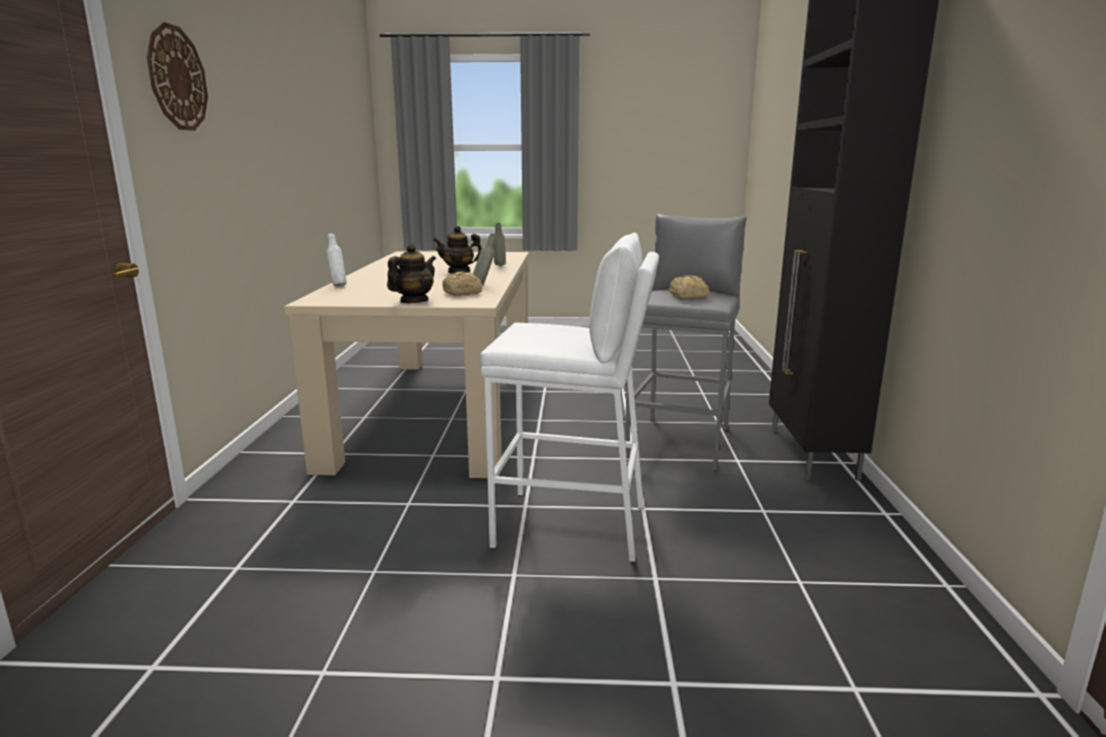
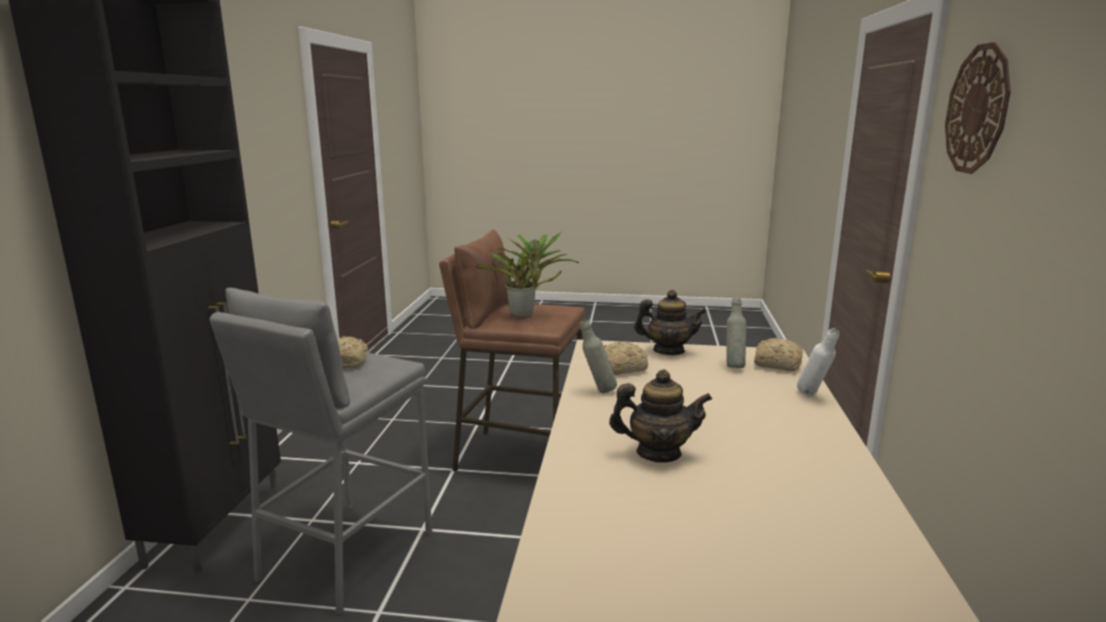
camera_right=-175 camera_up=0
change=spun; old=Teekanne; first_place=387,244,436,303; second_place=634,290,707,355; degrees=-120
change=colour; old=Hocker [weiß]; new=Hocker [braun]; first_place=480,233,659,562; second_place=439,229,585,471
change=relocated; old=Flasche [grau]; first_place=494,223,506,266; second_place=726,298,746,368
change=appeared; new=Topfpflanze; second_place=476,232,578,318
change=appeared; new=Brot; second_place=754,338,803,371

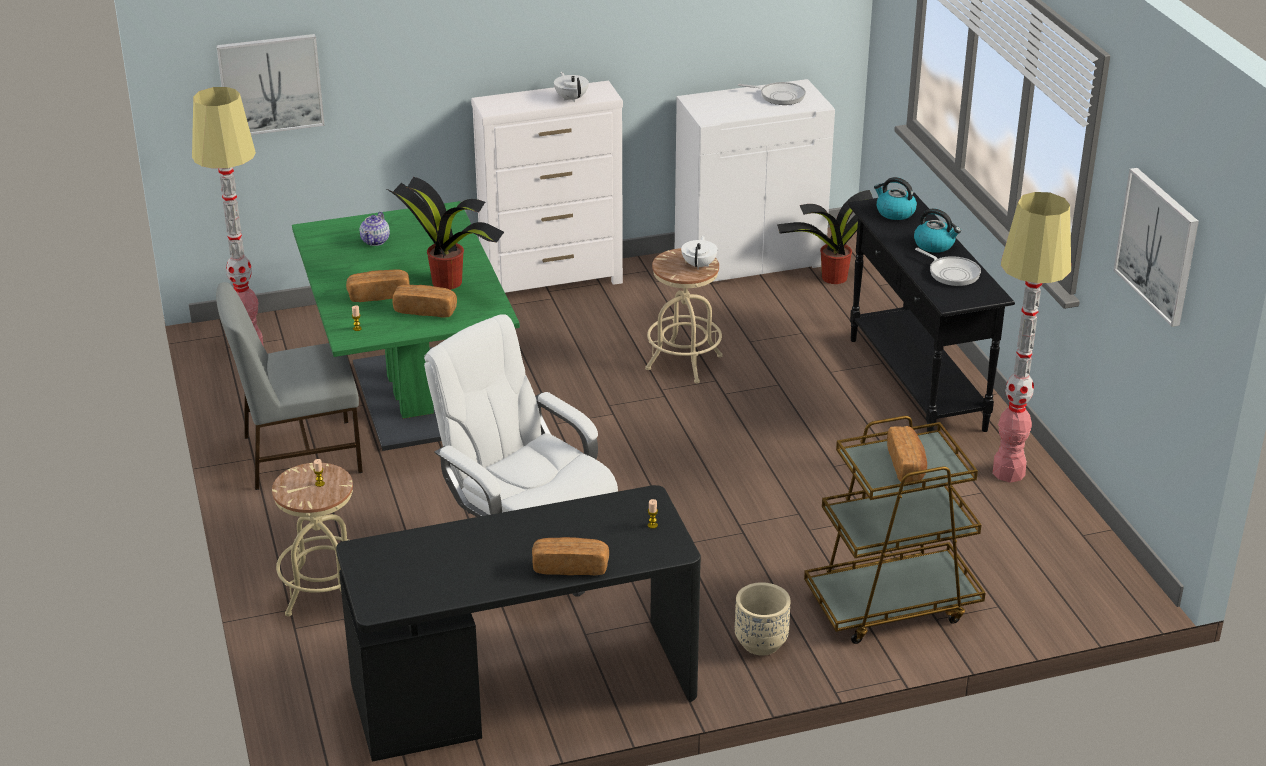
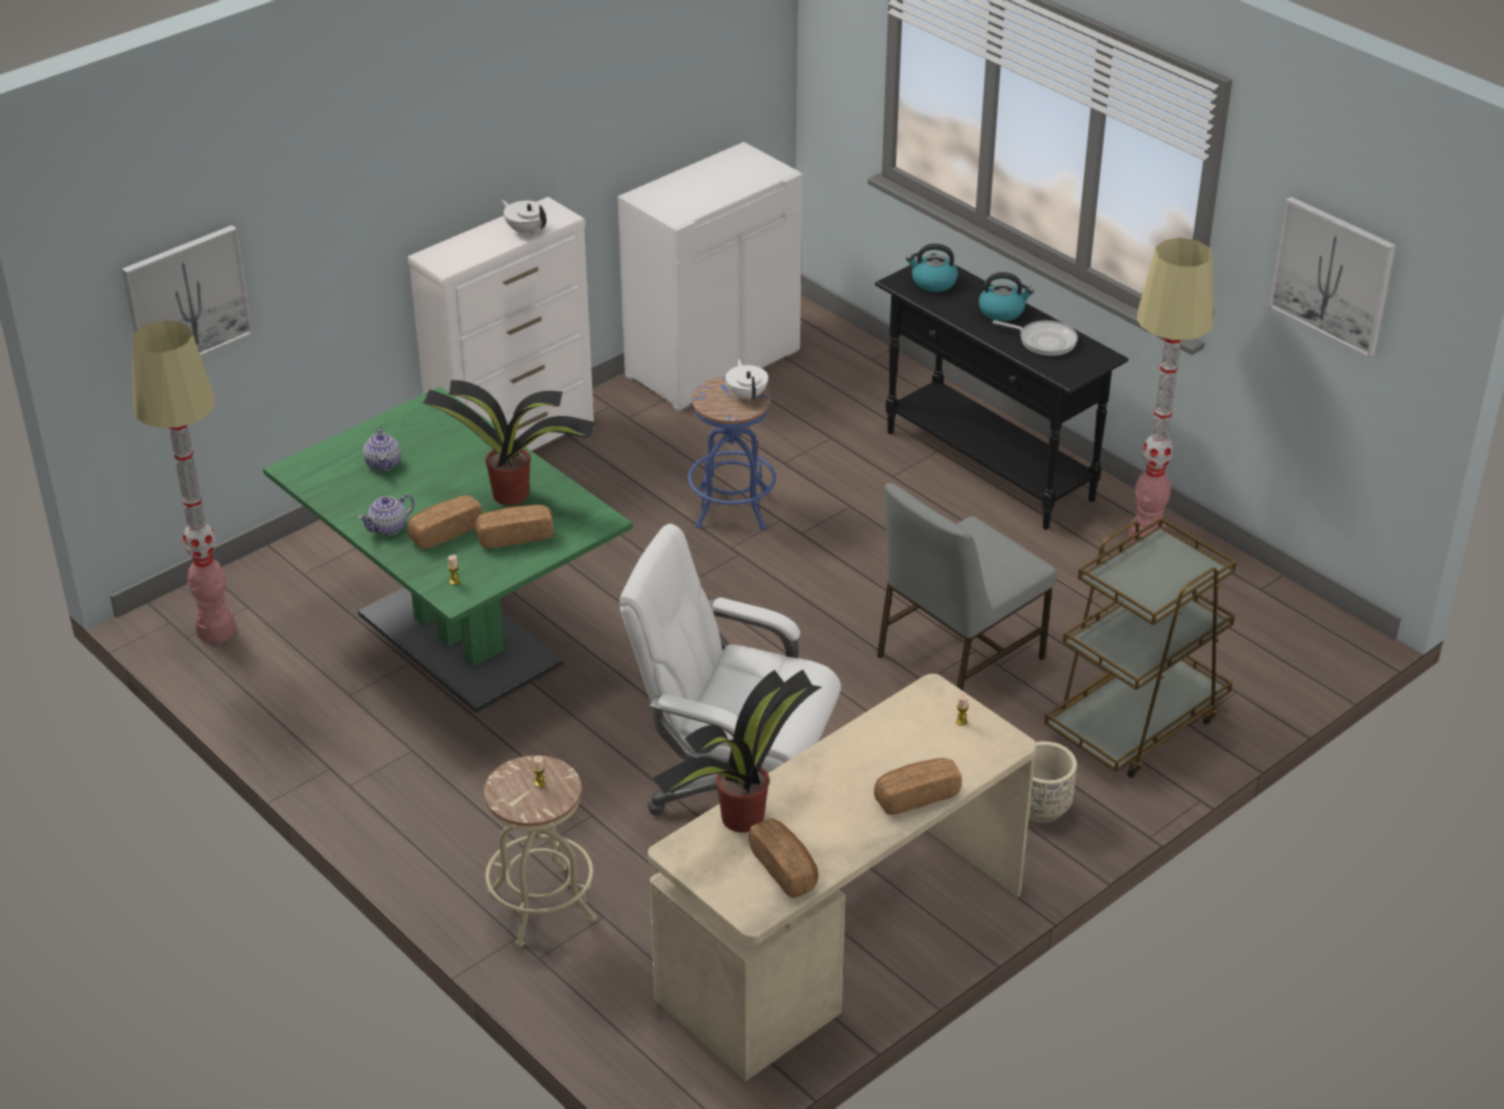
camera_right=-25 camera_up=5
change=relocated; old=Stuhl [grau]; first_place=216,282,363,490; second_place=877,483,1056,691
change=colour; old=Schreibtisch [schwarz]; new=Schreibtisch [beige]; first_place=336,485,701,762; second_place=648,674,1036,1081
change=colour; old=Hocker [beige]; new=Hocker [blau]; first_place=645,248,722,383; second_place=688,377,776,529
change=missing; old=Pfanne; first_place=738,82,806,105
change=relocated; old=Topfpflanze; first_place=777,190,873,284; second_place=653,670,822,833
change=relocated; old=Brot; first_place=887,426,927,483; second_place=749,818,818,898
change=appeared; new=Teekanne; second_place=358,494,414,536

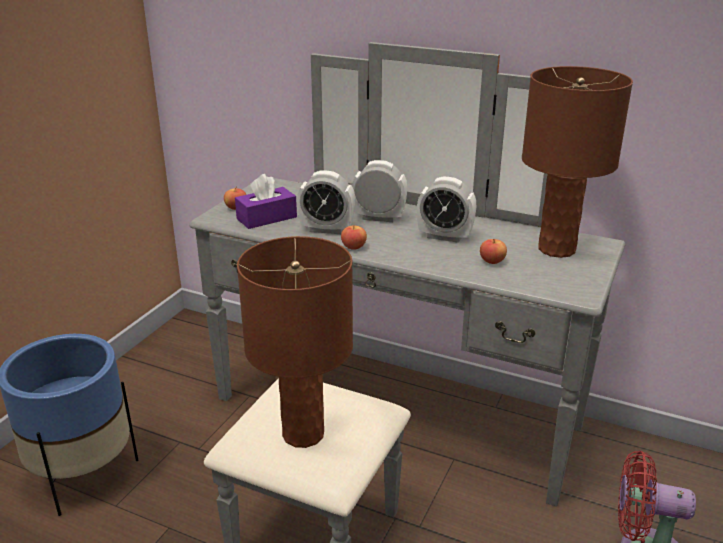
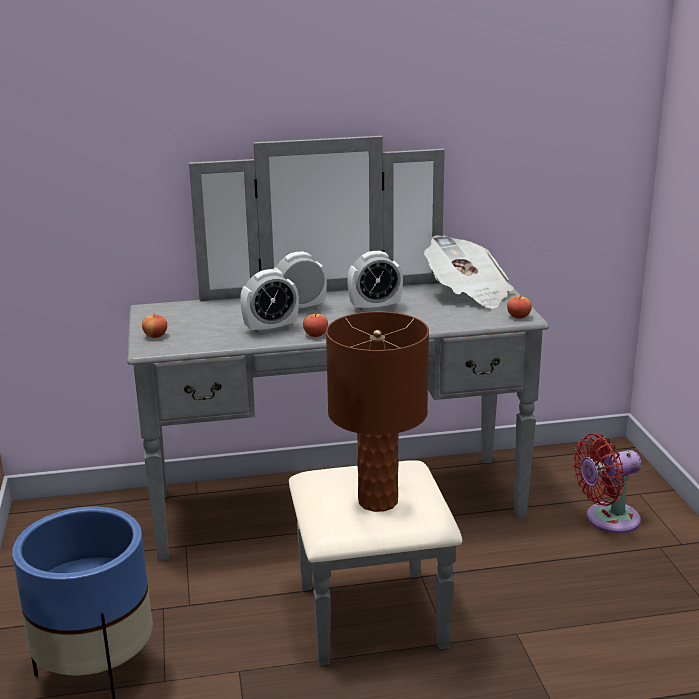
camera_right=-35 camera_up=-5
change=missing; old=Taschentuchbox [lila]; first_place=235,174,297,229
change=relocated; old=Apfel; first_place=480,239,507,264; second_place=507,295,532,319
change=exchanged; old=Tischlampe [braun]; new=Zeitung; first_place=522,66,633,258; second_place=424,235,514,309

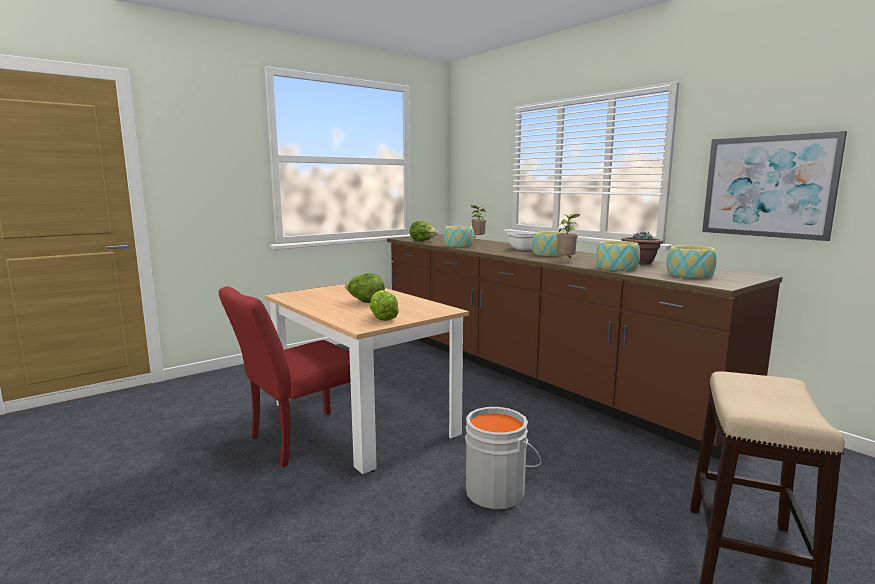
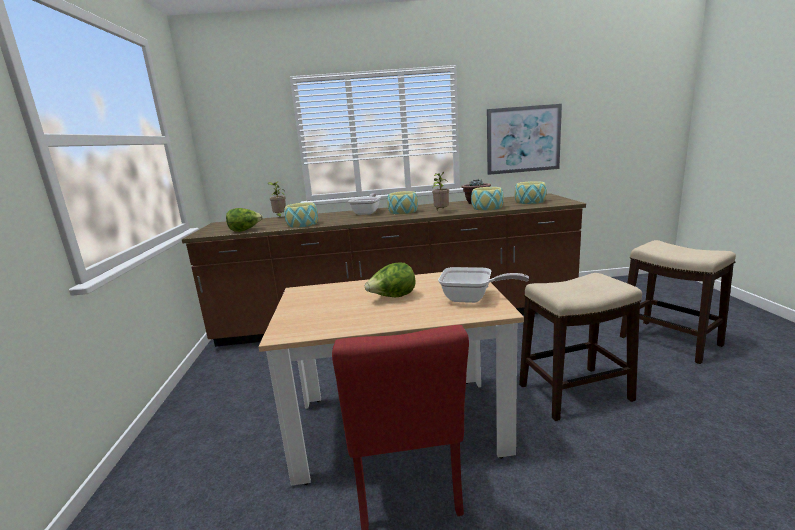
camera_right=-55 camera_up=5
change=exchanged; old=Salatkopf; new=Pfanne; first_place=370,290,399,321; second_place=438,267,529,303
change=exchanged; old=Eimer [grau]; new=Hocker; first_place=465,407,542,509; second_place=519,273,642,421

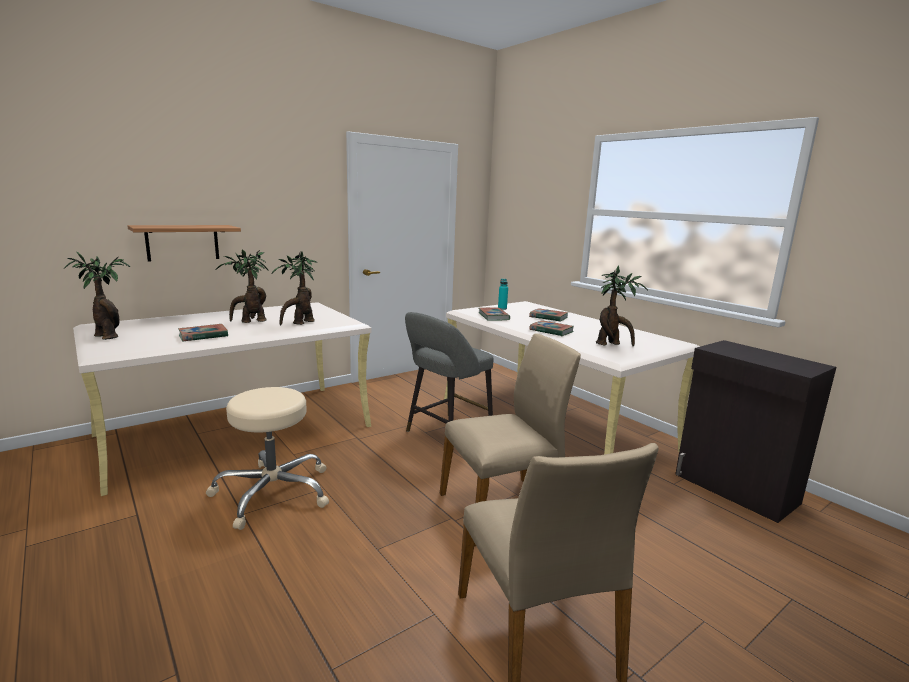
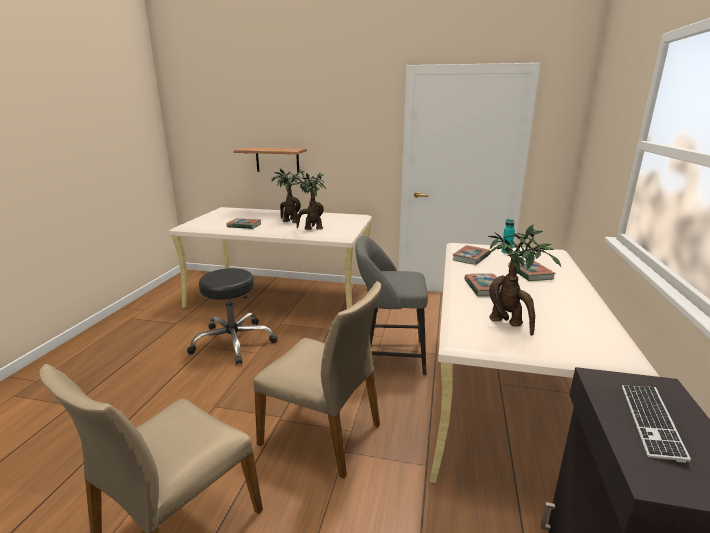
camera_right=50 camera_up=5
change=missing; old=Topfpflanze; first_place=64,252,130,340
change=colour; old=Hocker [beige]; new=Hocker [schwarz]; first_place=206,387,329,530; second_place=187,268,278,364
change=appeared; new=Tastatur; second_place=622,385,691,463

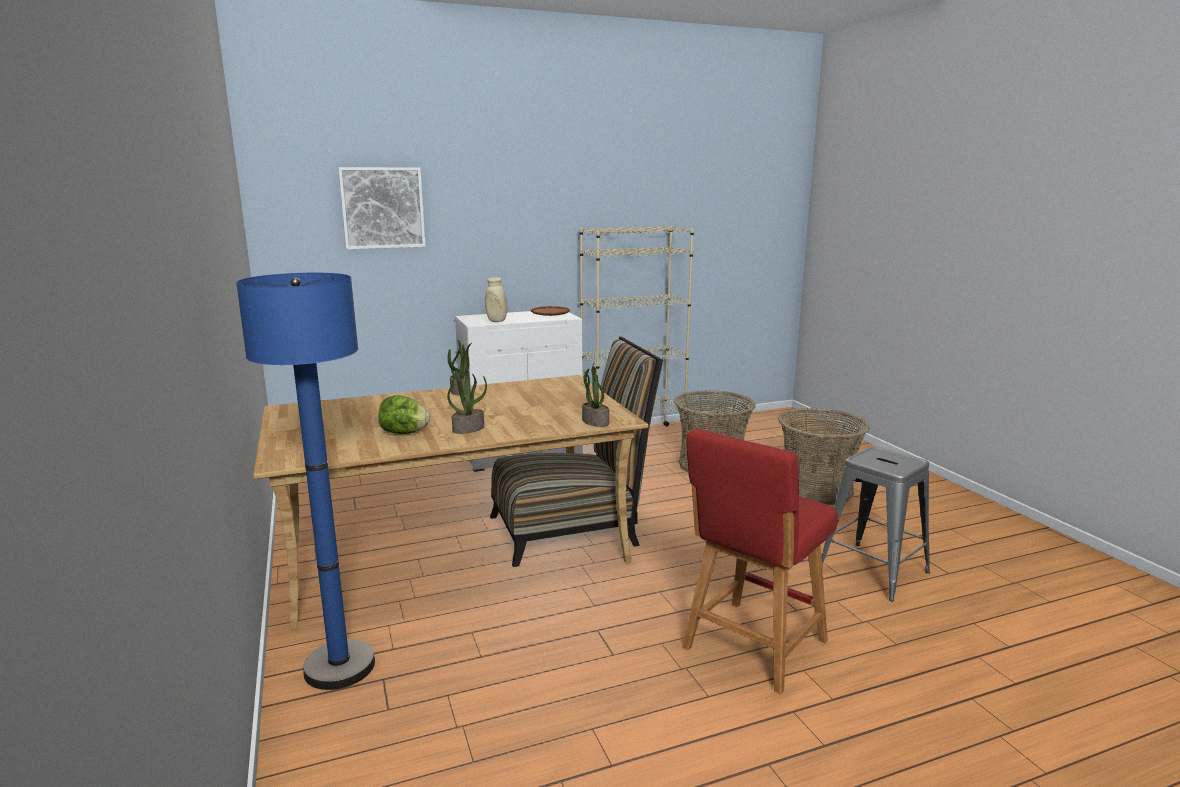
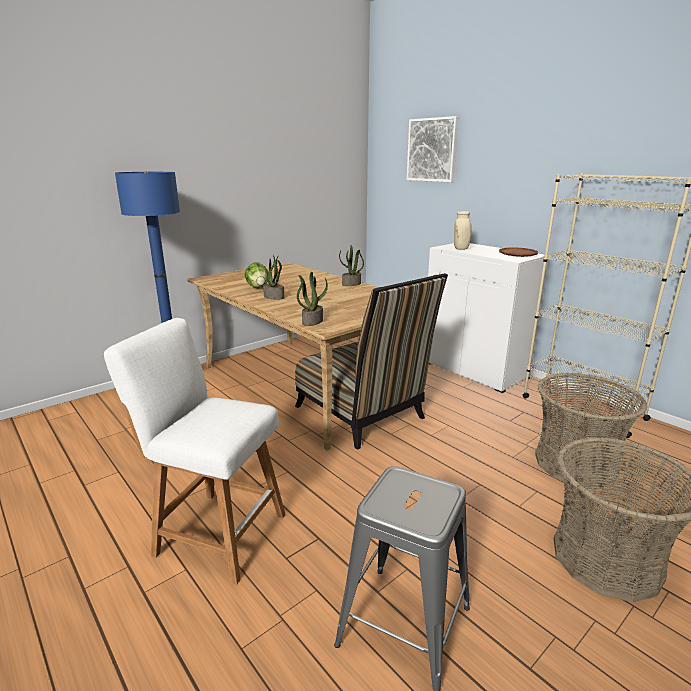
camera_right=70 camera_up=5
change=colour; old=Hocker [rot]; new=Hocker [weiß]; first_place=682,428,838,694; second_place=104,318,286,585

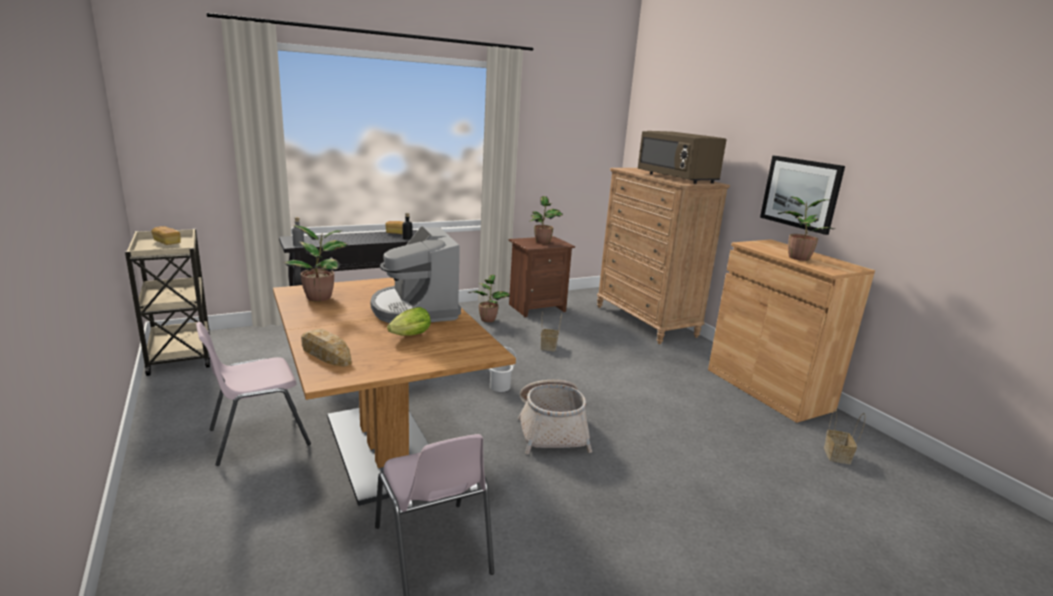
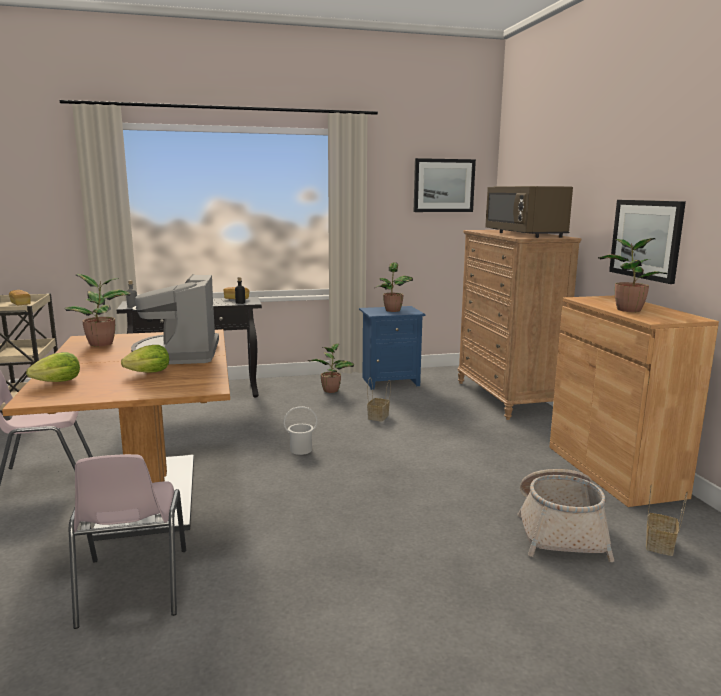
camera_right=15 camera_up=-5
change=exchanged; old=Brot; new=Salatkopf; first_place=301,329,352,367; second_place=26,352,80,382
change=colour; old=Nachttisch [braun]; new=Nachttisch [blau]; first_place=509,236,575,317; second_place=359,306,426,390
change=relocated; old=Korb; first_place=518,380,592,455; second_place=517,469,614,562
change=appeared; new=Bild; second_place=414,158,476,212

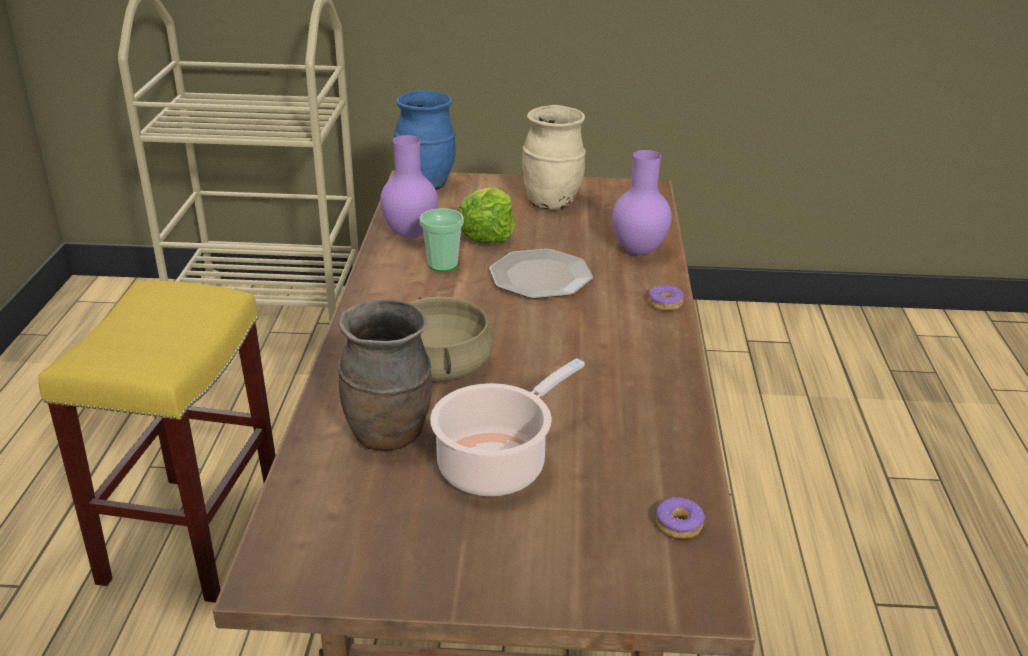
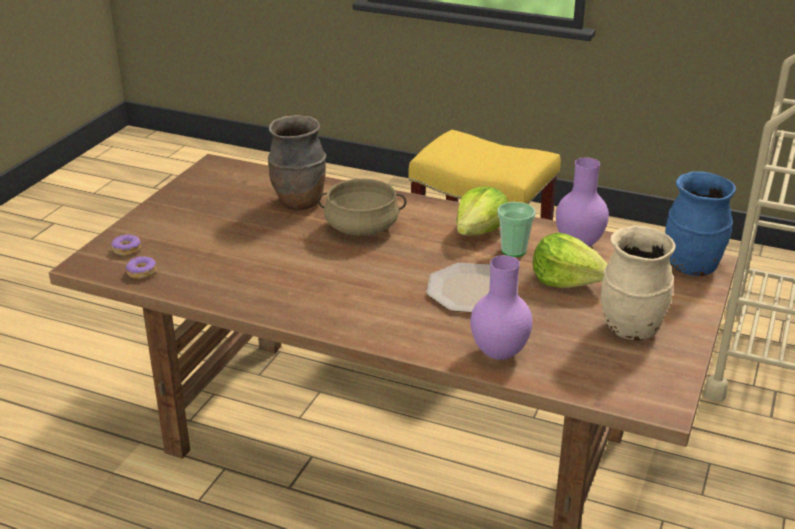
camera_right=110 camera_up=0
change=missing; old=Kochtopf; first_place=430,358,585,496
change=relocated; old=Donut; first_place=649,285,684,311; second_place=111,234,141,256
change=appeared; new=Salatkopf; second_place=456,187,508,236

